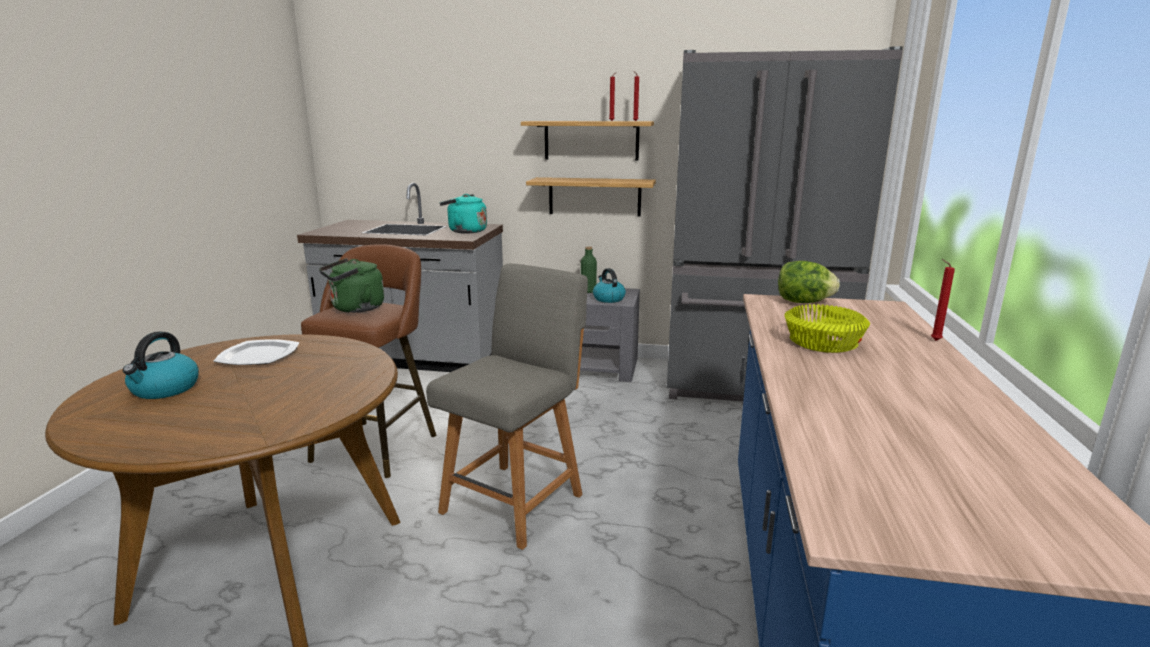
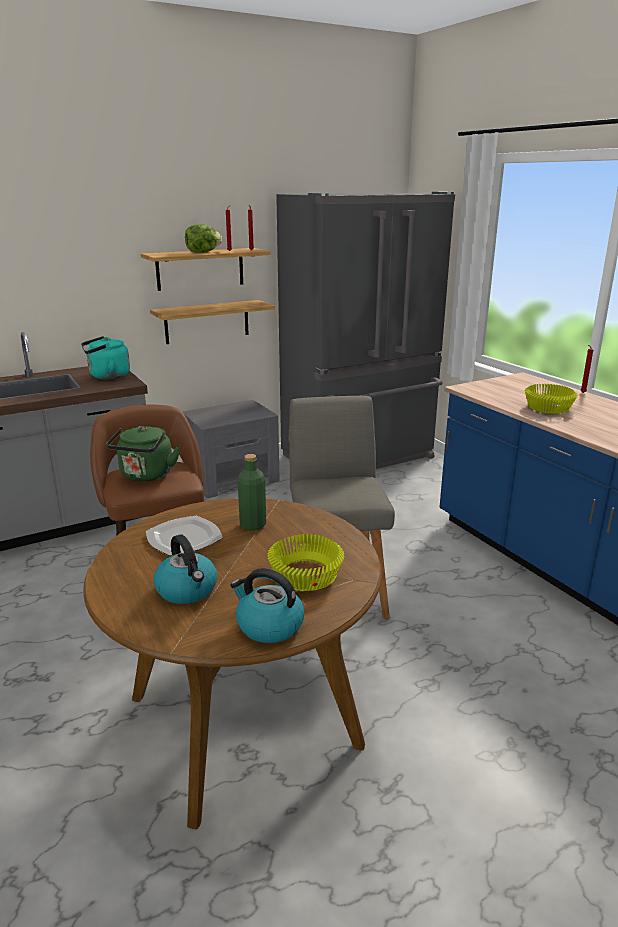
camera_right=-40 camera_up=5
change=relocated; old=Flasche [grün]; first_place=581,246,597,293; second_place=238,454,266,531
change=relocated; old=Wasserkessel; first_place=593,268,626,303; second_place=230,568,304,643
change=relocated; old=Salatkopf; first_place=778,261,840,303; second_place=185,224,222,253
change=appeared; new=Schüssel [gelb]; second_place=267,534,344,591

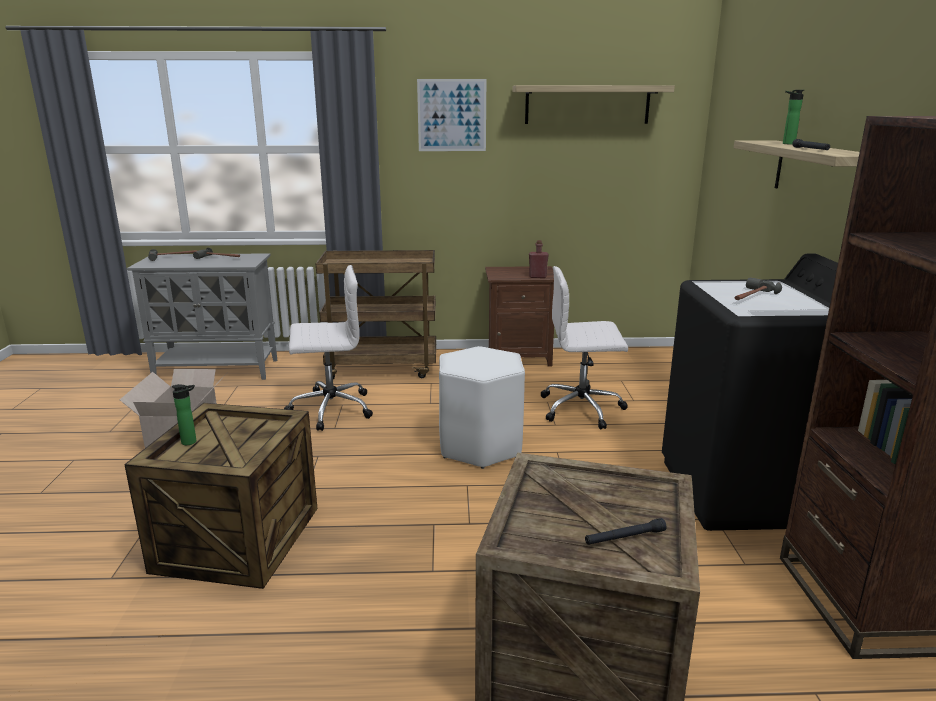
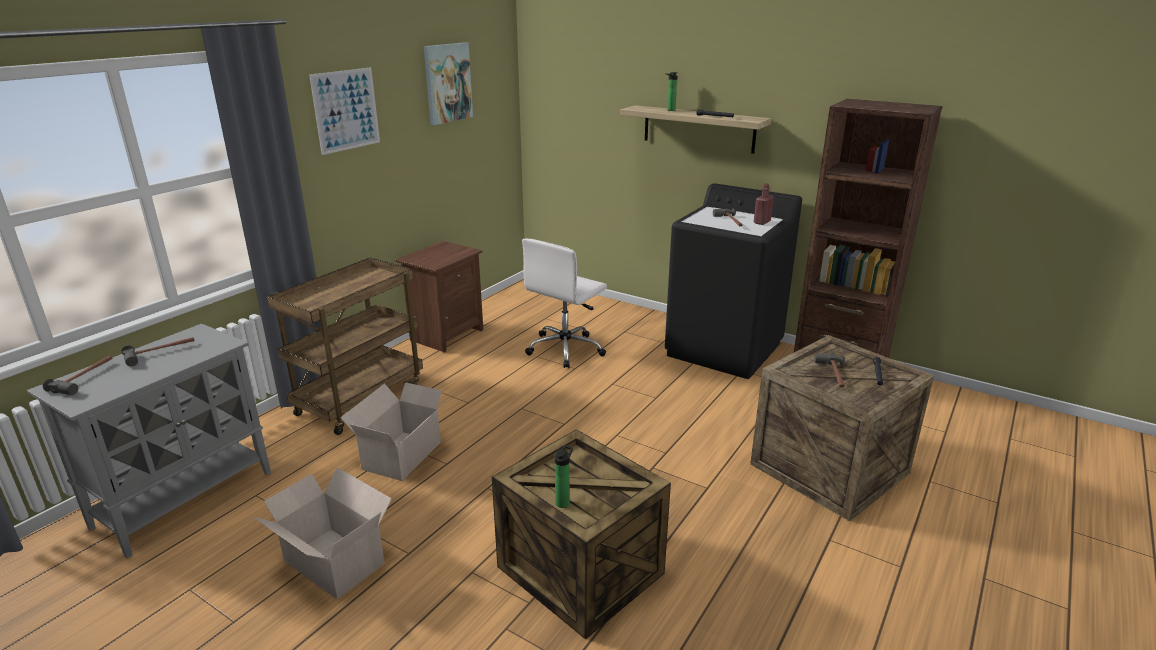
camera_right=-55 camera_up=5
change=exchanged; old=Bürostuhl [weiß]; new=Karton; first_place=284,265,373,431; second_place=341,382,449,481
change=missing; old=Hocker [weiß]; first_place=439,346,525,469
change=exchanged; old=Wandregal; new=Bild; first_place=512,85,675,124; second_place=424,42,473,125
change=relocated; old=Flasche [rot]; first_place=529,240,549,278; second_place=754,183,774,225
change=appeared; new=Hammer; second_place=814,353,845,388

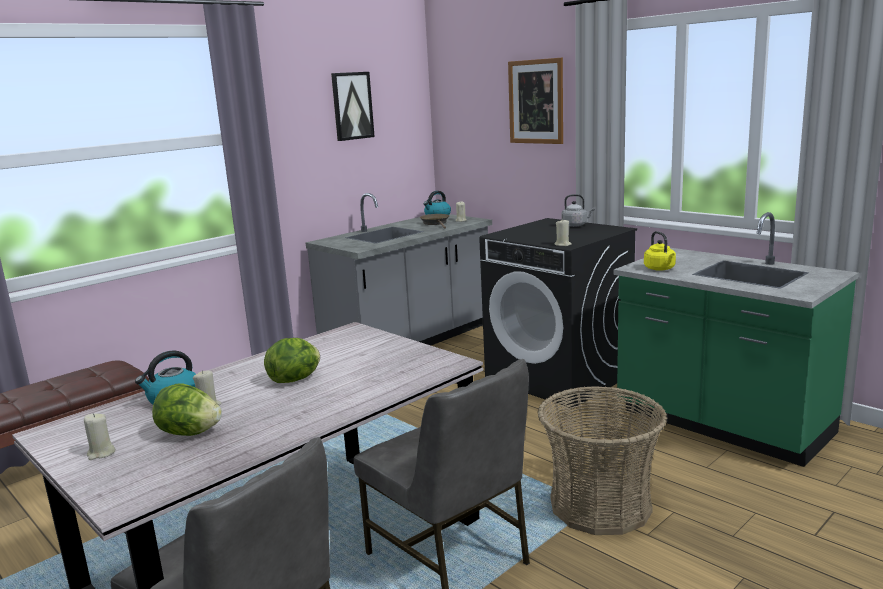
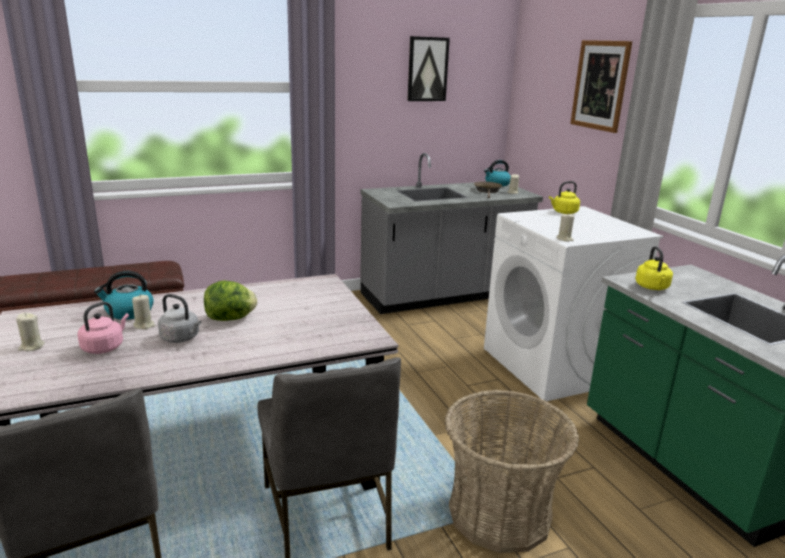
camera_right=20 camera_up=5
change=exchanged; old=Salatkopf; new=Wasserkessel [rosa]; first_place=152,383,222,436; second_place=77,302,129,354
change=colour; old=Waschmaschine [schwarz]; new=Waschmaschine [weiß]; first_place=479,218,637,408; second_place=484,206,663,401
change=relocated; old=Wasserkessel [grau]; first_place=561,194,595,227; second_place=158,294,201,343
change=appeared; new=Wasserkessel [gelb]; second_place=549,181,580,214

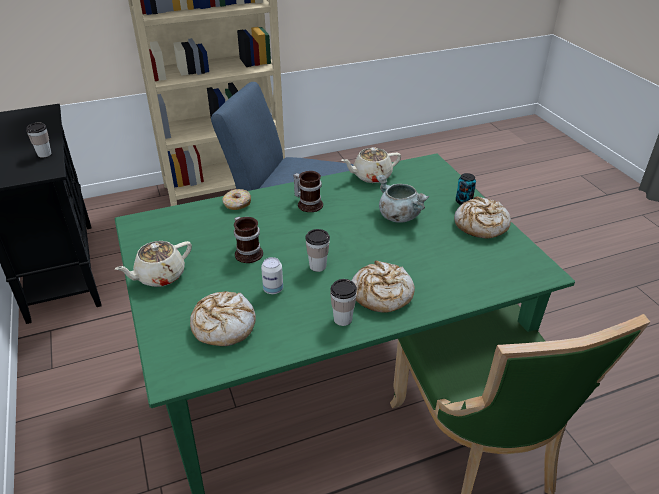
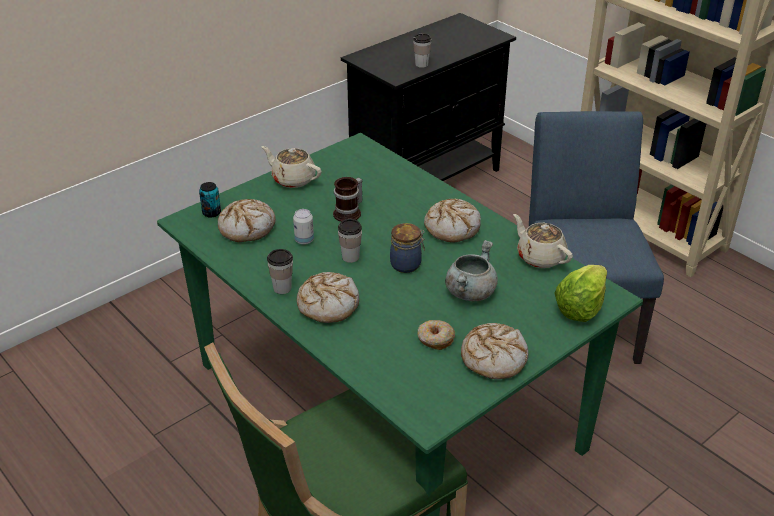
camera_right=70 camera_up=0
change=relocated; old=Donut; first_place=223,189,251,210; second_place=417,320,455,350
change=exchanged; old=Henkelbecher; new=Brot; first_place=293,171,323,212; second_place=424,199,481,243
change=relocated; old=Dose; first_place=456,173,476,205; second_place=199,182,221,218
change=appeared; new=Vorratsglas; second_place=390,223,425,273
change=appeared; new=Salatkopf; second_place=554,265,607,322

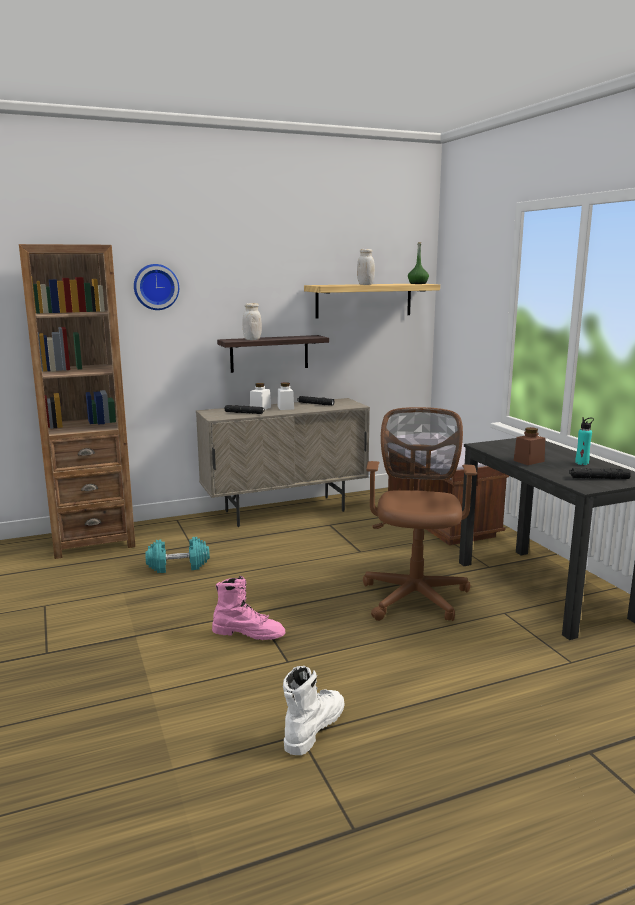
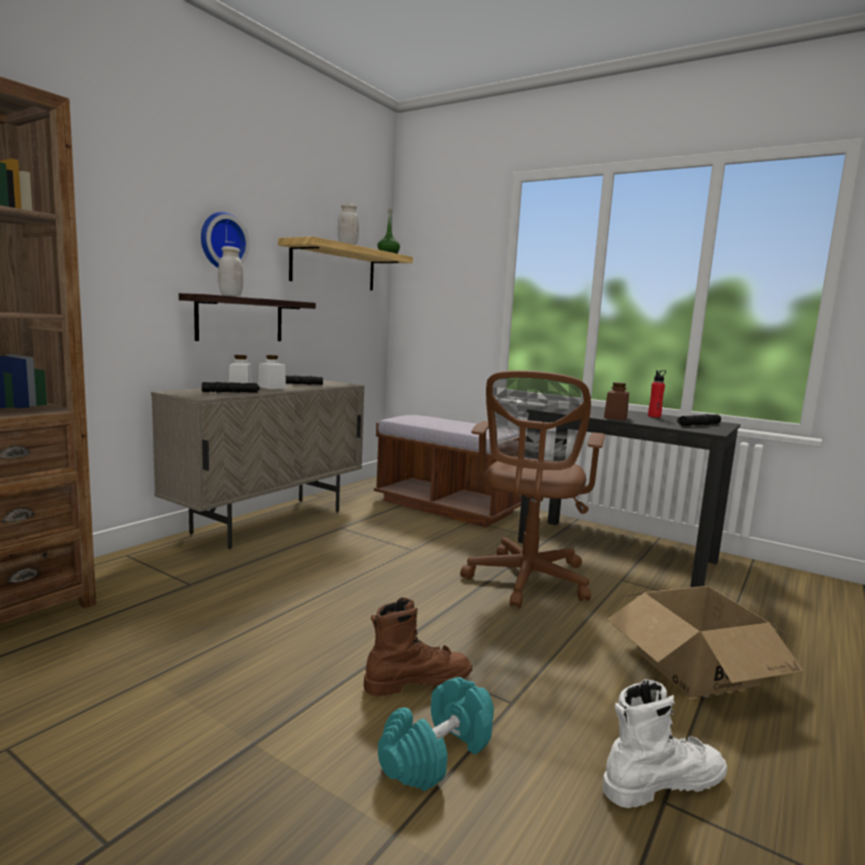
camera_right=-35 camera_up=-5
change=relocated; old=Wanduhr; first_place=134,264,179,310; second_place=201,212,250,268
change=relocated; old=Hantel [türkis]; first_place=145,537,210,573; second_place=378,677,494,792
change=colour; old=Stiefel [rosa]; new=Stiefel [braun]; first_place=212,576,285,640; second_place=364,597,472,696
change=spun; old=Stiefel [weiß]; first_place=283,666,345,755; second_place=603,679,727,808; degrees=75
change=spun; old=Bürostuhl [braun]; first_place=363,407,477,621; second_place=460,370,605,608; degrees=-135
change=colour; old=Flasche [türkis]; new=Flasche [rot]; first_place=575,417,594,465; second_place=648,370,666,418
change=appeared; new=Karton; second_place=607,586,804,698

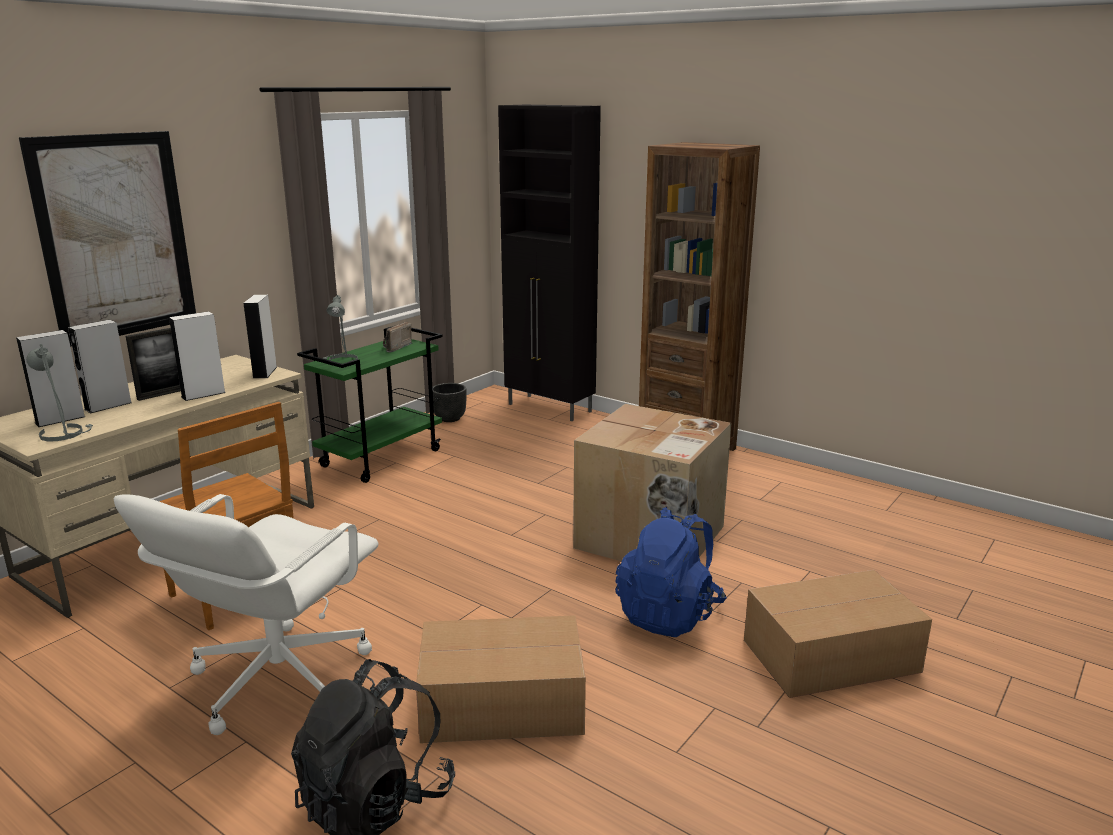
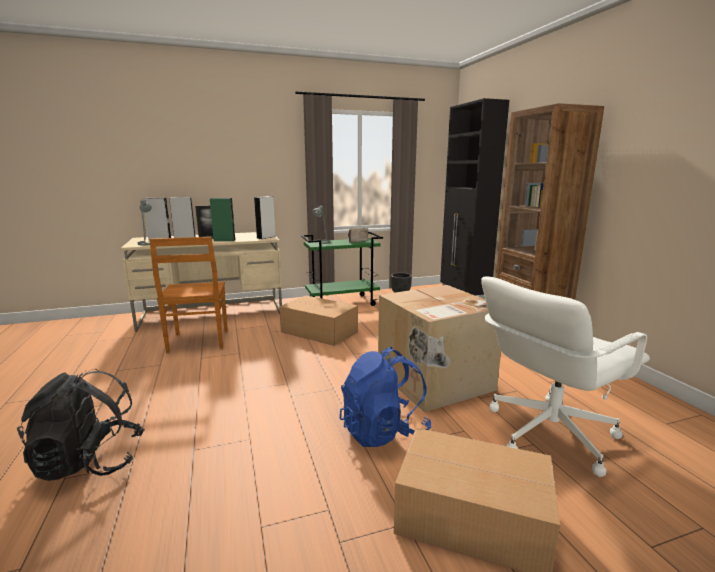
camera_right=35 camera_up=-5
change=missing; old=Bild; first_place=19,131,196,347
change=relocated; old=Bürostuhl [weiß]; first_place=113,494,379,735; second_place=481,277,650,477
change=colour; old=Lautsprecher [weiß]; new=Lautsprecher [grün]; first_place=169,311,226,401; second_place=210,198,235,241
change=relocated; old=Karton; first_place=416,615,586,743; second_place=279,296,358,346

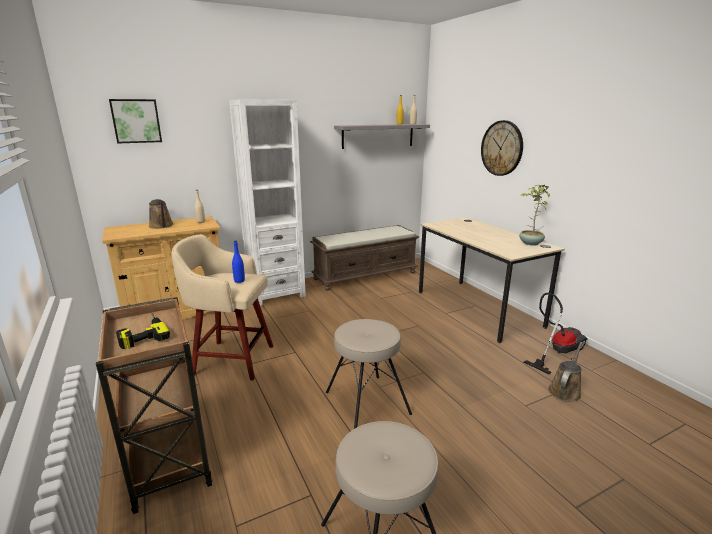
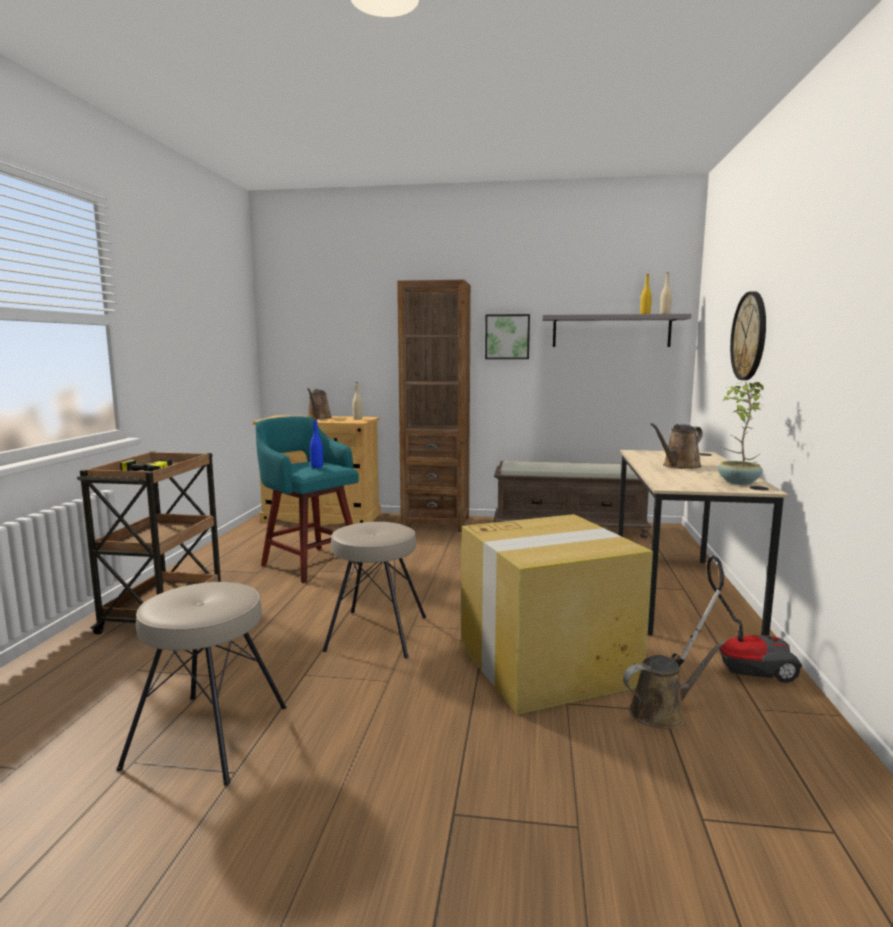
camera_right=35 camera_up=-10
change=relocated; old=Bild; first_place=109,99,162,144; second_place=485,314,530,359
change=colour; old=Hocker [beige]; new=Hocker [türkis]; first_place=171,234,273,380; second_place=255,416,359,583
change=colour; old=Bücherregal [weiß]; new=Bücherregal [braun]; first_place=229,99,306,306; second_place=397,280,471,532
change=appeared; new=Karton; second_place=461,514,653,715
change=appeared; new=Gießkanne [braun]; second_place=650,423,703,469

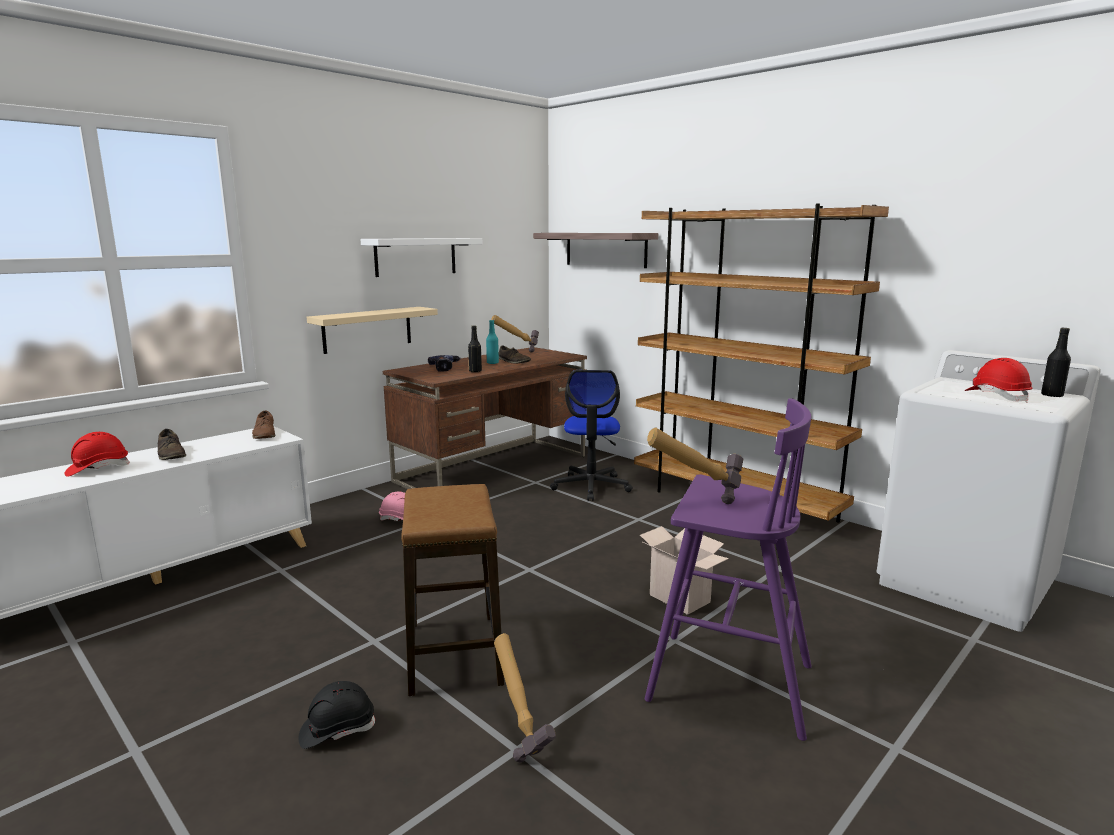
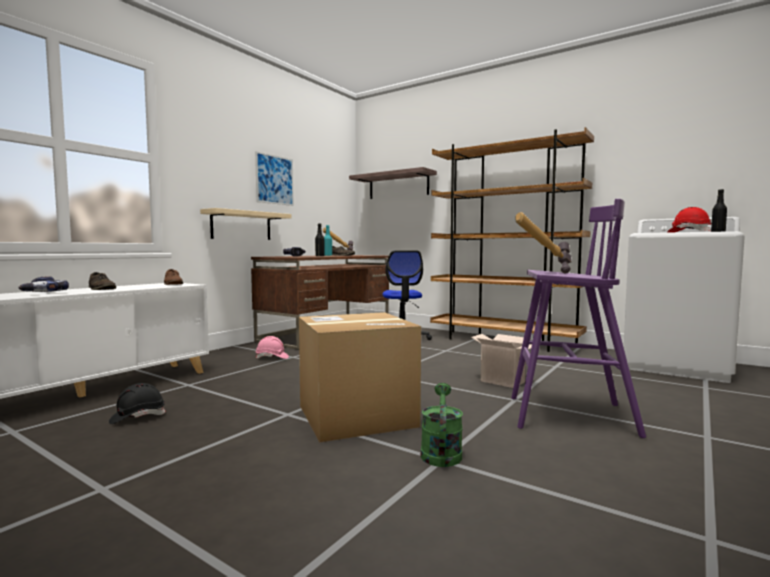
camera_right=-10 camera_up=-10
change=exchanged; old=Schutzhelm [rot]; new=Bohrmaschine; first_place=64,432,130,477; second_place=18,276,69,292
change=relocated; old=Schutzhelm [schwarz]; first_place=299,681,375,749; second_place=109,383,165,424
change=exchanged; old=Wandregal [weiß]; new=Bild; first_place=361,238,482,277; second_place=255,151,294,206
change=exchanged; old=Hocker; new=Karton; first_place=401,484,504,696; second_place=299,312,421,442
change=exchanged; old=Hammer; new=Gießkanne [grün]; first_place=494,633,556,763; second_place=421,383,463,467

